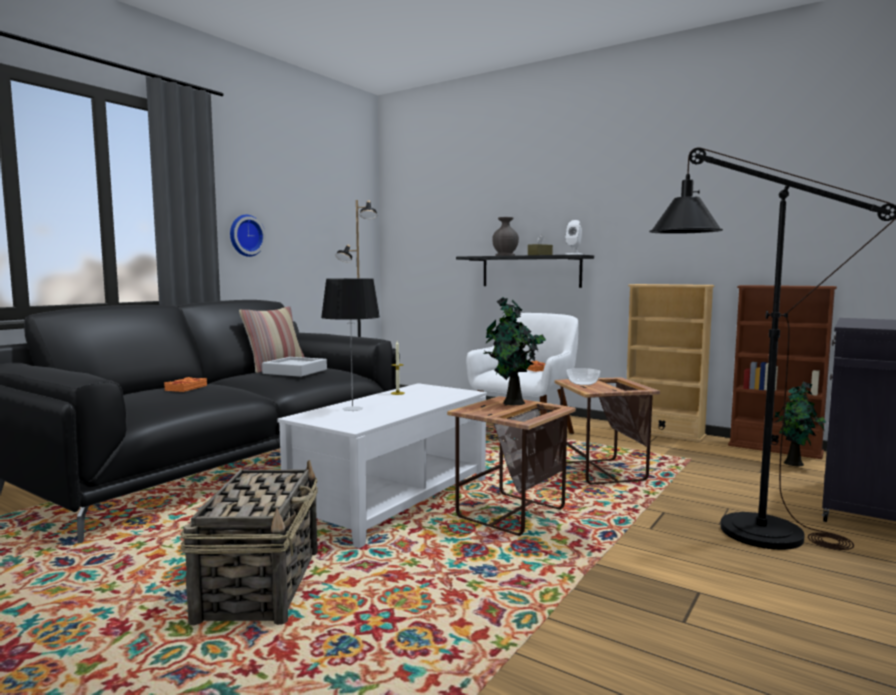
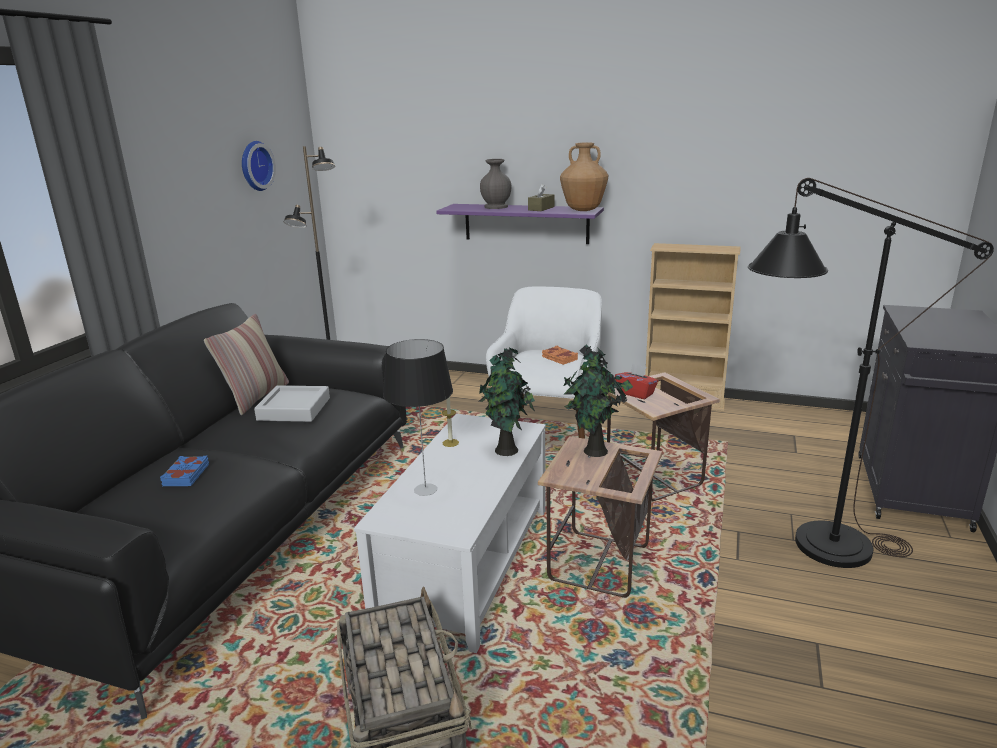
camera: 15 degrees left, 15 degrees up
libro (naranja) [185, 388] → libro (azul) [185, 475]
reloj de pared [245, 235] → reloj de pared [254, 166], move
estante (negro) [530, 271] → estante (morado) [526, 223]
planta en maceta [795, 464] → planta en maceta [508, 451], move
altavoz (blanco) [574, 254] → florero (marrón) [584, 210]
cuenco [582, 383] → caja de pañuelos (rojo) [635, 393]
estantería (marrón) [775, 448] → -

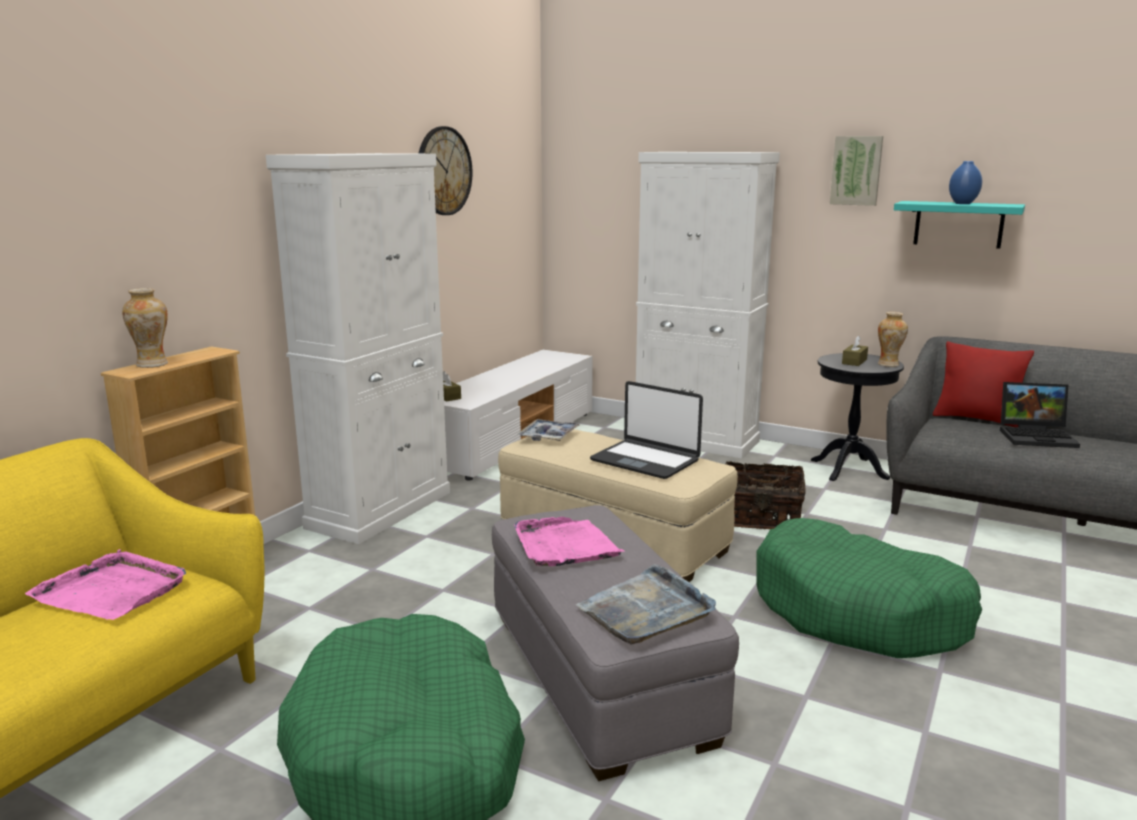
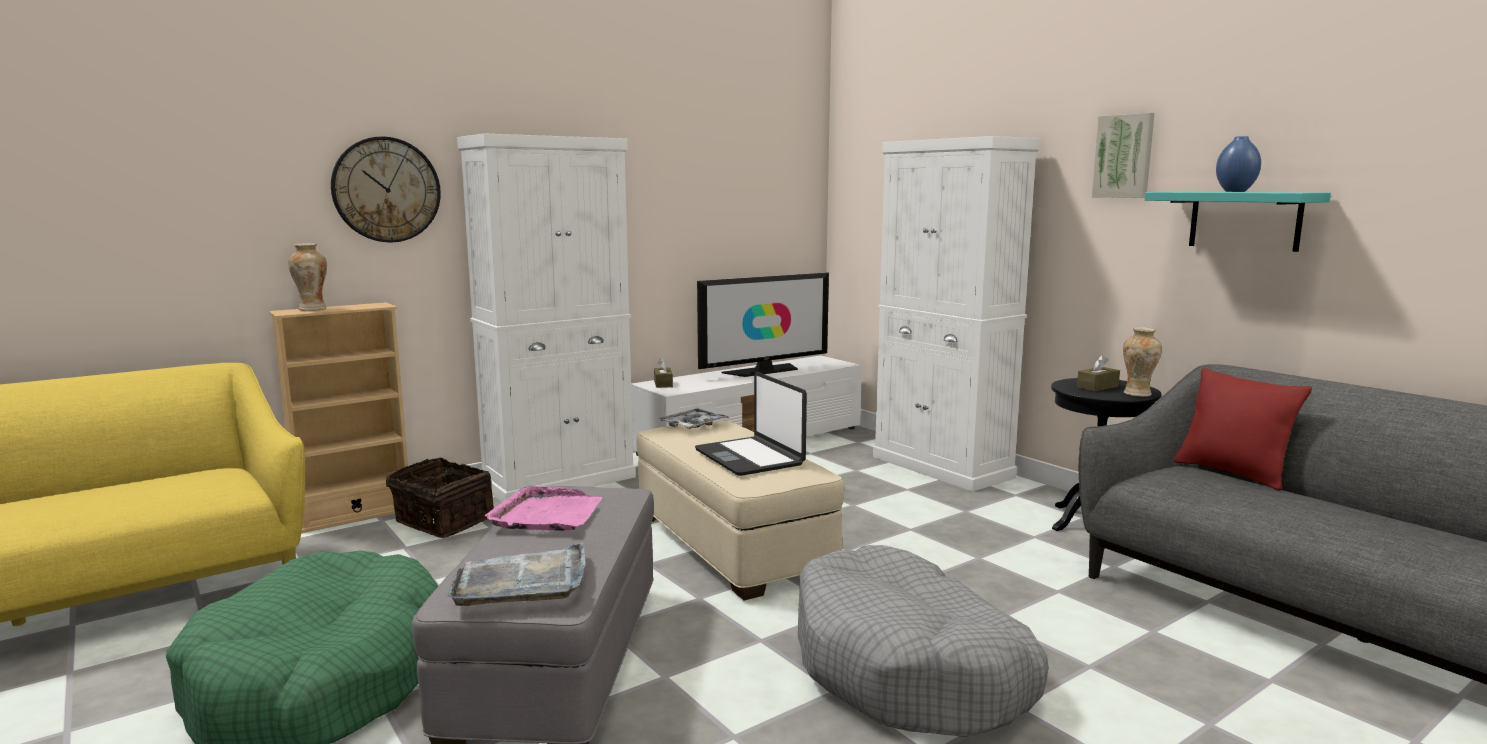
camera: 25 degrees right, 5 degrees down
reloj de pared [443, 171] → reloj de pared [386, 190], move
cesta [761, 518] → cesta [442, 521], move
- → televisor [764, 370]
cama para perro (verde) [859, 612] → cama para perro (gris) [909, 668]
bandeja (rosa) [112, 590] → -
portátil [1037, 436] → -

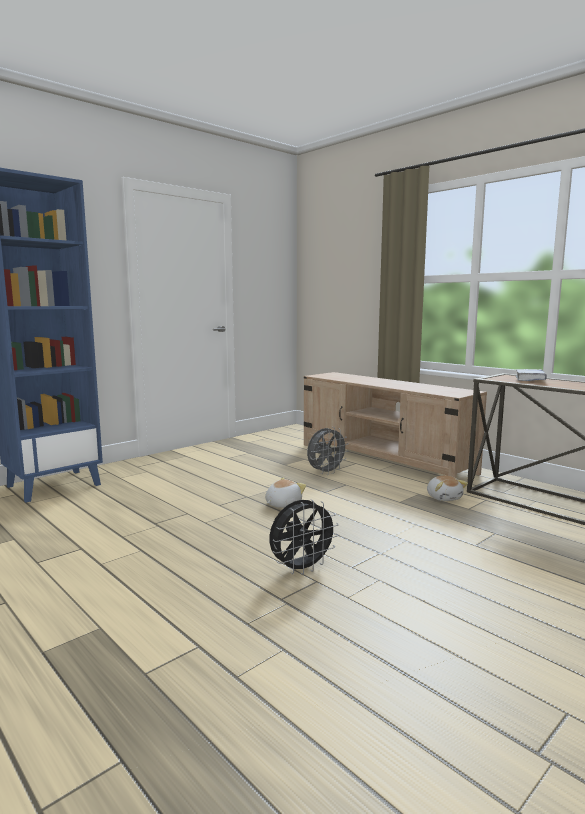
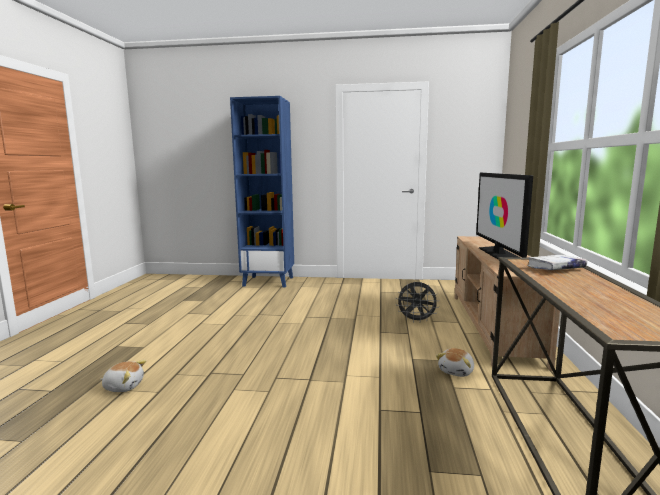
camera: 50 degrees right, 0 degrees up
peluche [282, 504] → peluche [124, 386], move
- → televisor [499, 253]
ventilador (negro) [302, 568] → -

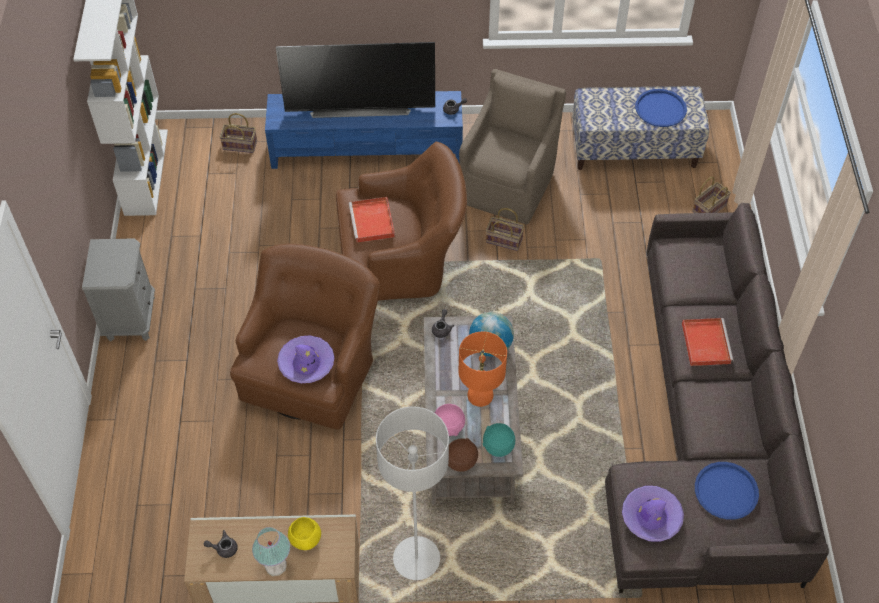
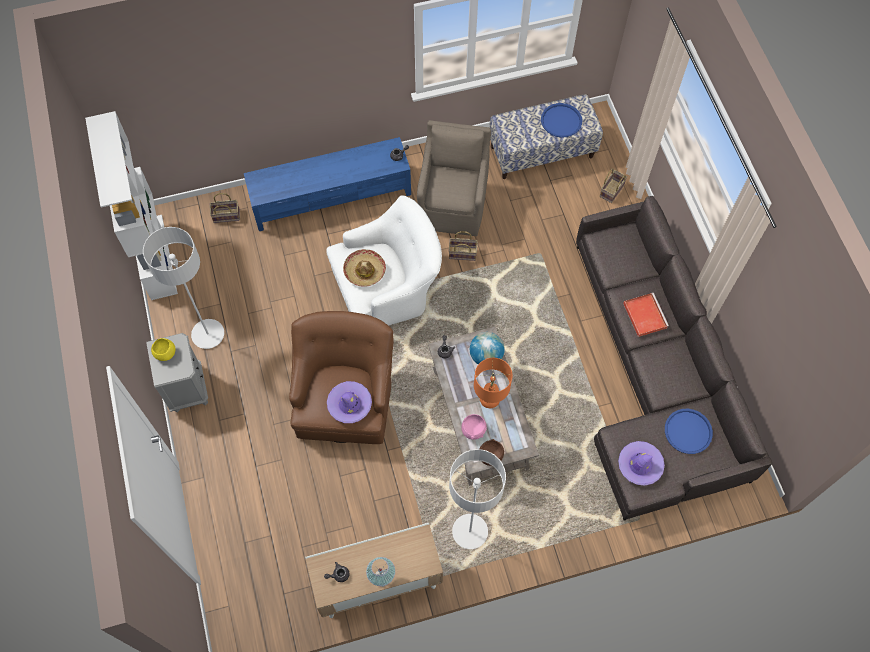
camera: 15 degrees left, 10 degrees up
- → lámpara de pie (gris) [208, 334]
cuenco (amarillo) [305, 539] → cuenco (amarillo) [165, 353], move
sillón (marrón) [402, 259] → sillón (blanco) [388, 287]
bandeja (rojo) [372, 222] → sombrero [364, 271]
televisor [360, 107] → -
cuenco (turquesa) [499, 447] → -

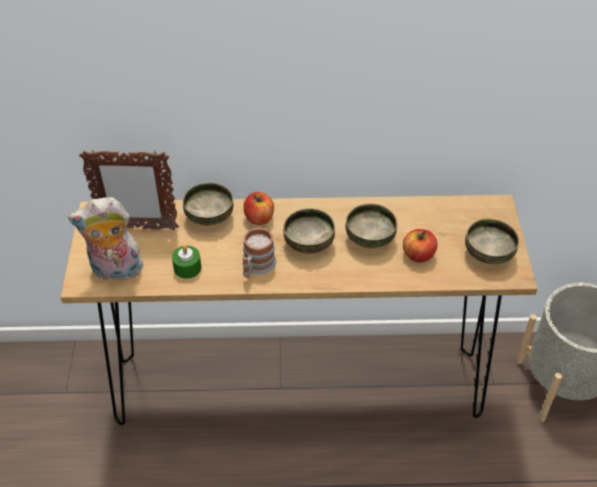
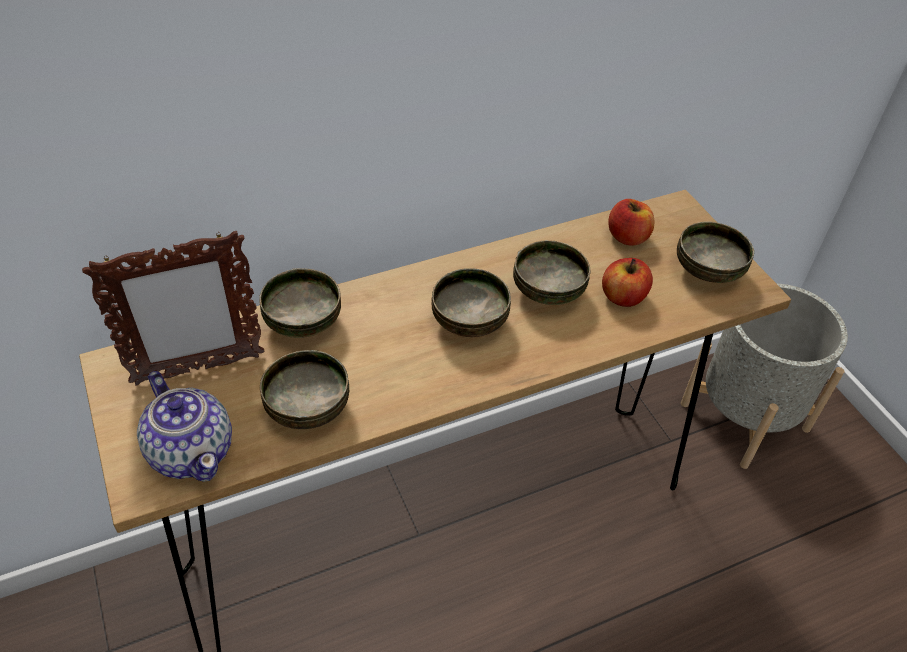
camera: 25 degrees left, 0 degrees up
peluche [115, 271] → tetera [192, 451]
vela (verde) [187, 268] → cuenco [308, 410]
manzana [259, 218] → manzana [627, 237], move
taza grande [256, 266] → -

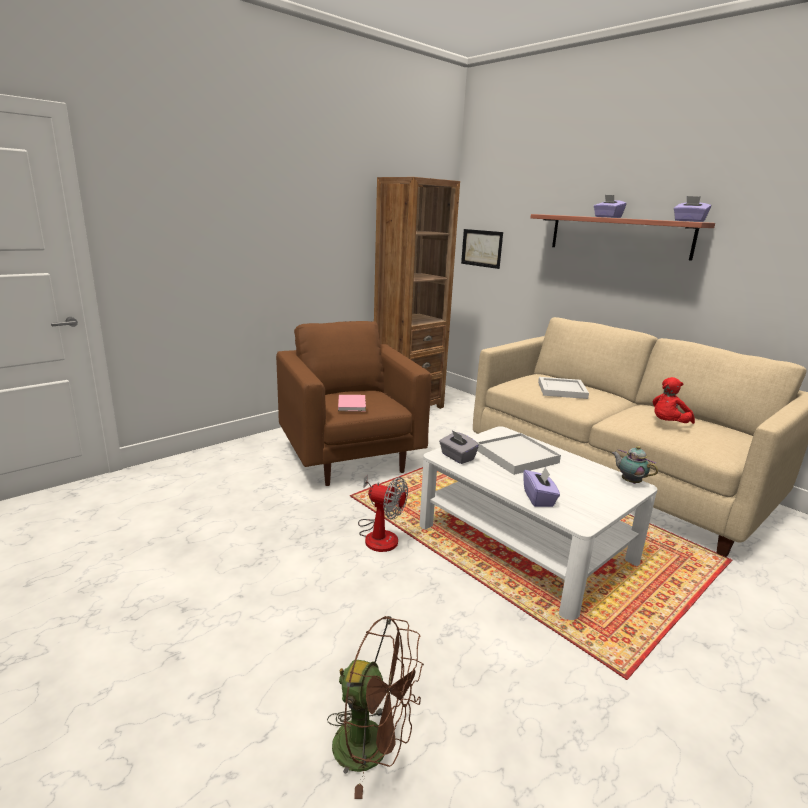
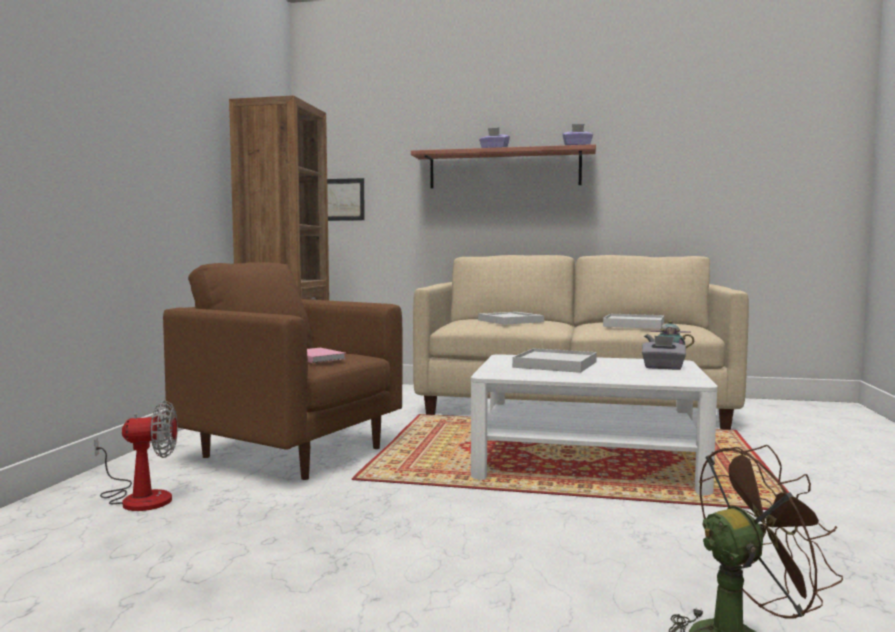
camera: 35 degrees left, 15 degrees down
ventilador [379, 534] → ventilador [139, 498], move
peluche (rojo) [667, 424] → bandeja (blanco) [633, 325]
caja de pañuelos (gris) [457, 457] → caja de pañuelos (gris) [663, 367], move
caja de pañuelos (morado) [539, 498] → -

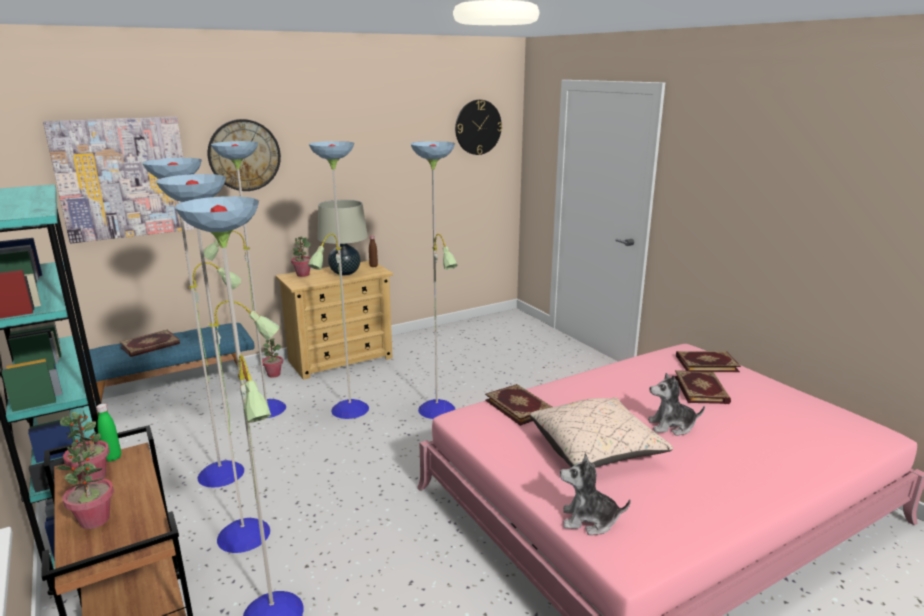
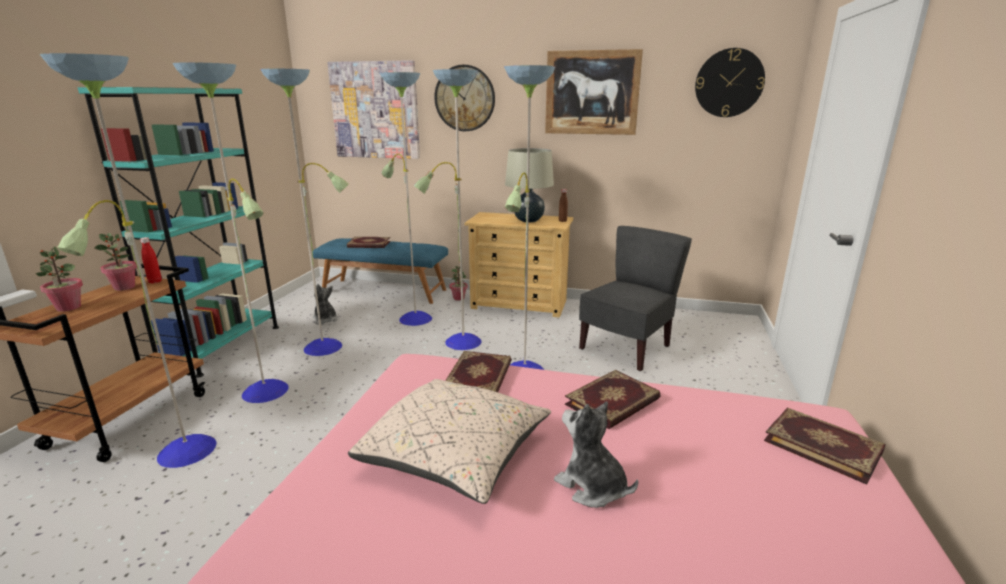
camera: 45 degrees right, 0 degrees up
botella (verde) [113, 457] → botella (rojo) [155, 281]
peluche [589, 520] → peluche [325, 320], move
- → cuadro [592, 93]
libro [702, 389] → libro [613, 402], move
- → silla (gris) [626, 348]
planta en maceta [303, 274] → -

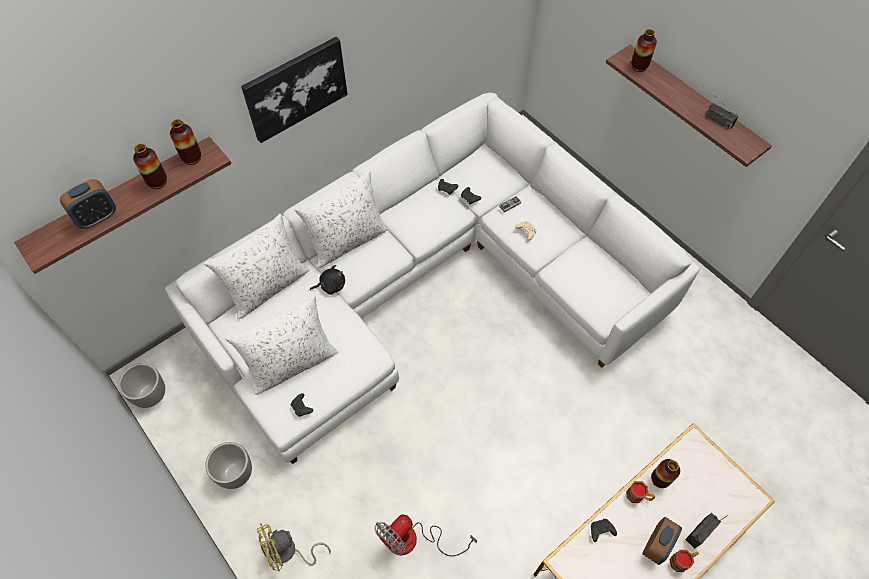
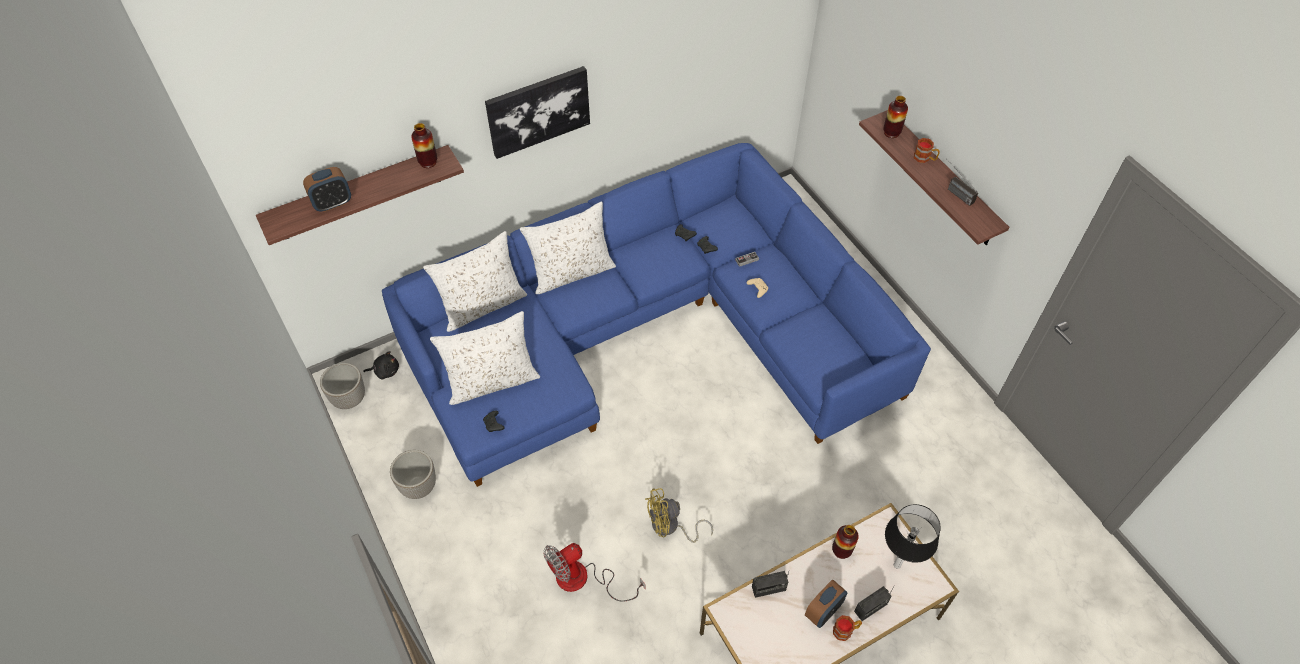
camera: 10 degrees right, 5 degrees down
peluche (negro) [331, 285] → peluche (negro) [385, 371], move
sofá (blanco) [427, 284] → sofá (azul) [650, 333]
ventilador (amarillo) [288, 552] → ventilador (amarillo) [670, 527], move
mando de consola (negro) [600, 531] → radio [768, 588]
- → lámpara de mesa [897, 565]
taza grande [638, 496] → taza grande [925, 158], move
florero [157, 182] → -

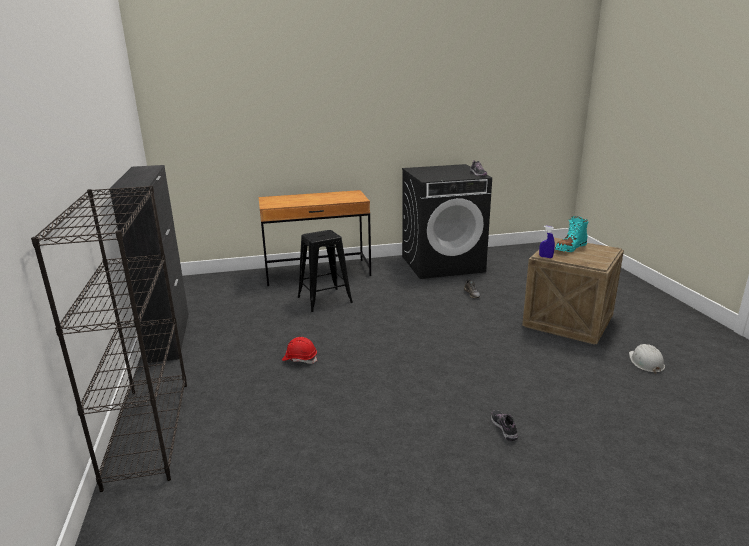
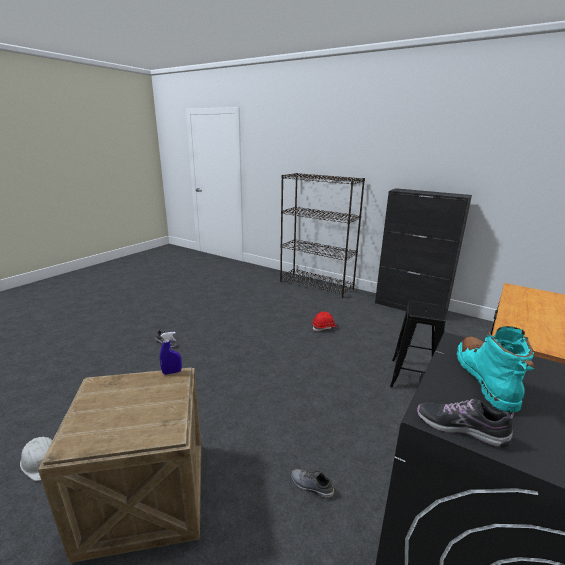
camera: 135 degrees right, 0 degrees up
bota (turquesa) [570, 248] → bota (turquesa) [485, 379], move

